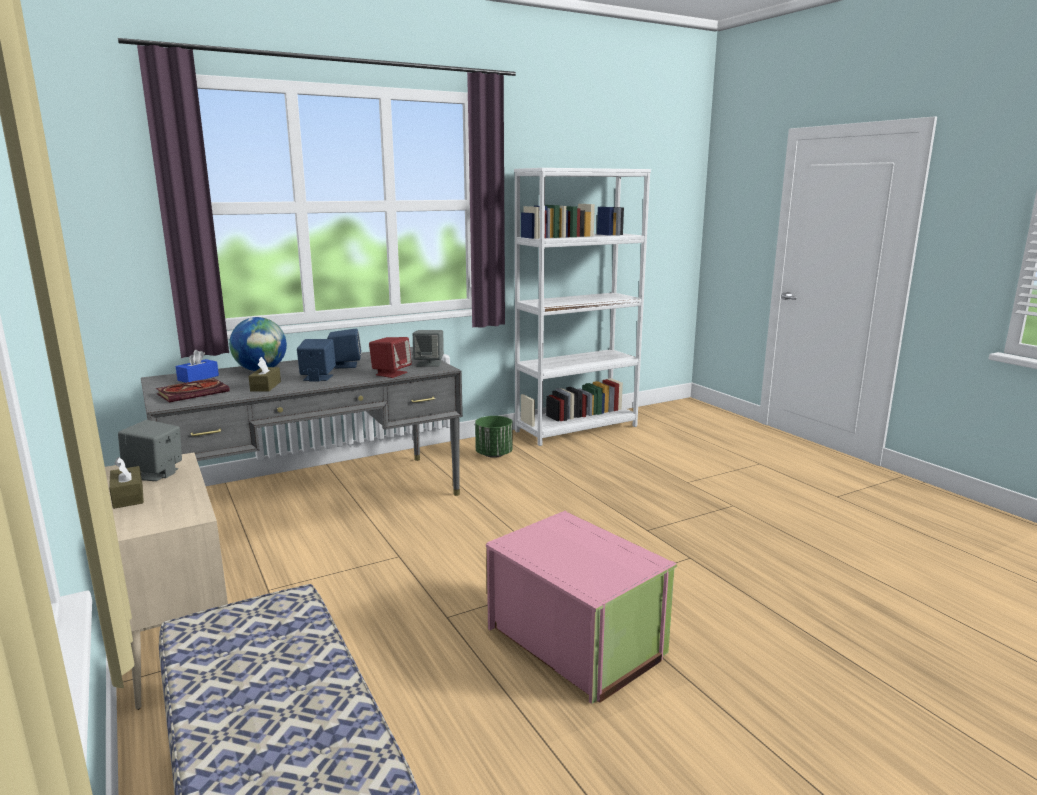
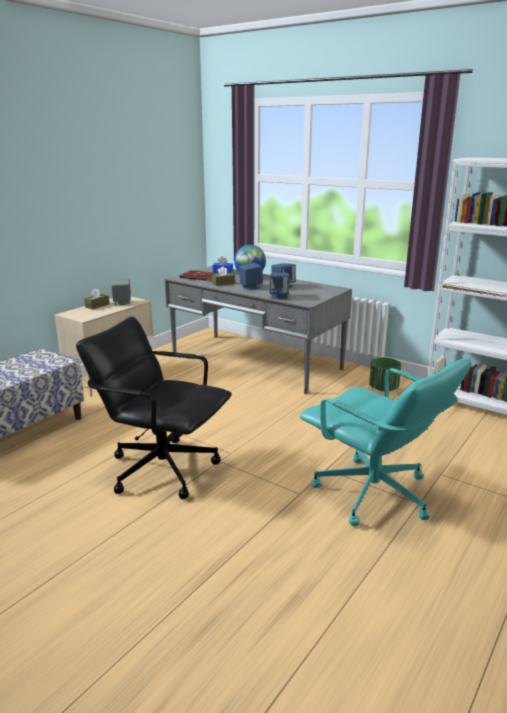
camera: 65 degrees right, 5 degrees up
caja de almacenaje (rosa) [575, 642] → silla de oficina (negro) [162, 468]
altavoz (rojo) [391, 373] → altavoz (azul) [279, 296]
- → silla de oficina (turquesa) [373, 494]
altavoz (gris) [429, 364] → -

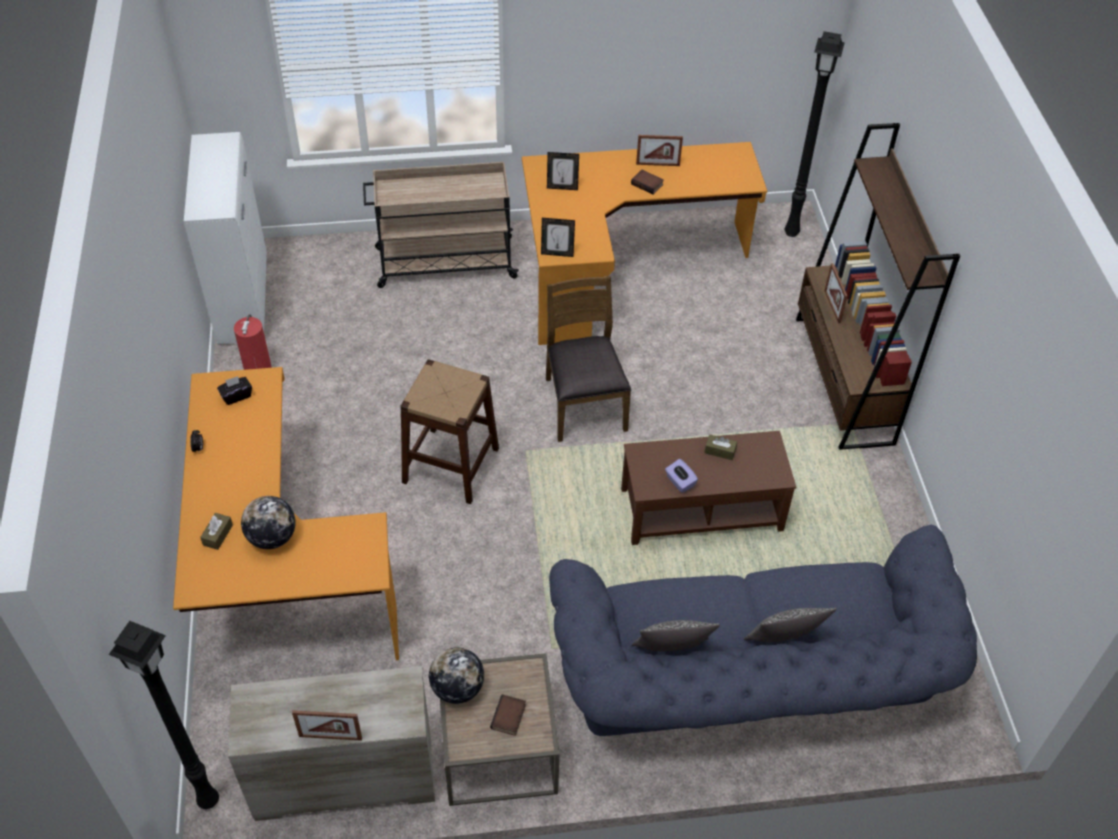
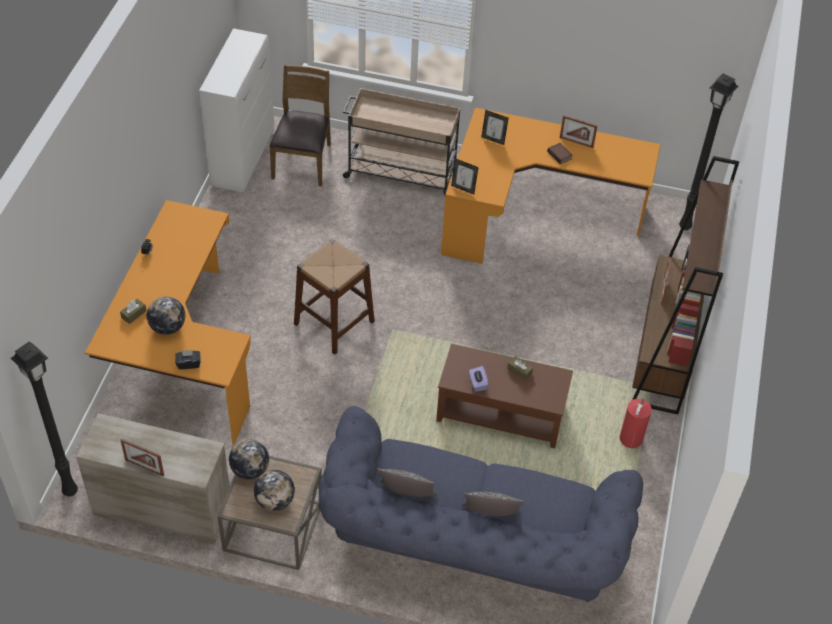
camera: 20 degrees right, 0 degrees up
caja de pañuelos (negro) [236, 396] → caja de pañuelos (negro) [188, 364], move
libro [509, 717] → globo terráqueo [275, 501]
silla (marrón) [583, 404] → silla (marrón) [303, 161], move
extintor [258, 367] → extintor [631, 438], move

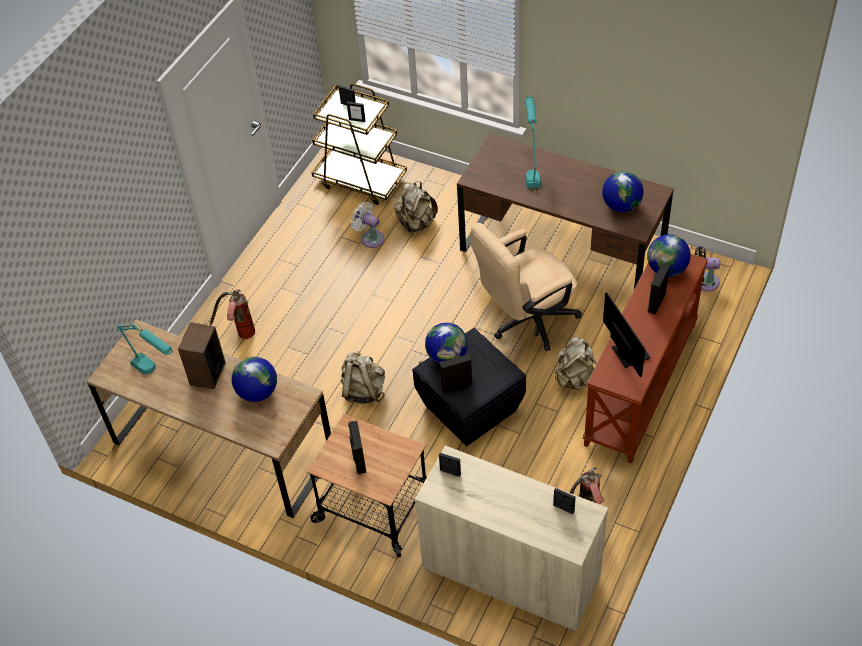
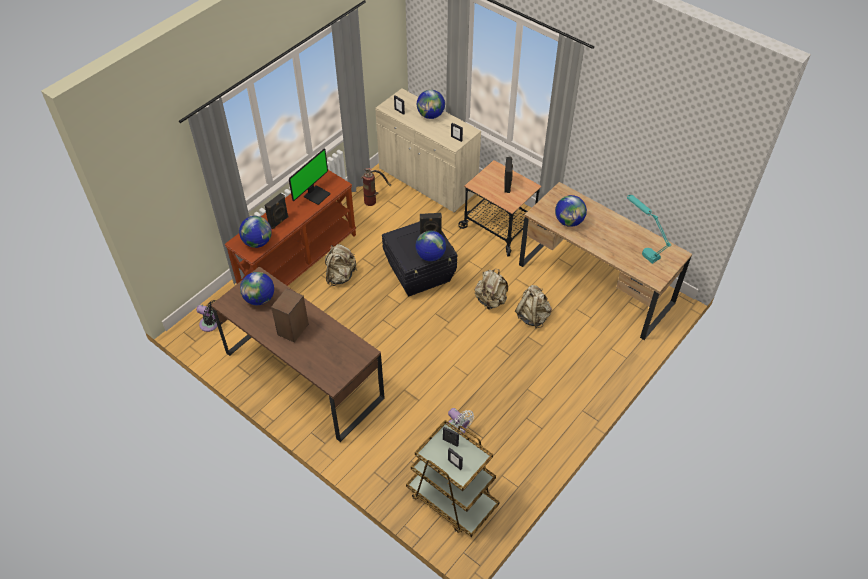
camera: 170 degrees left, 0 degrees up
altavoz [207, 373] → altavoz [293, 329], move
monitor [628, 353] → monitor [316, 194], 135 degrees counterclockwise
- → globo terráqueo [431, 115]
mochila (beis) [416, 223] → mochila (beis) [533, 316], move
extintor [239, 334] → -
silla de oficina (beis) [526, 321] → -
lámpara de mesa (turquesa) [532, 169] → -

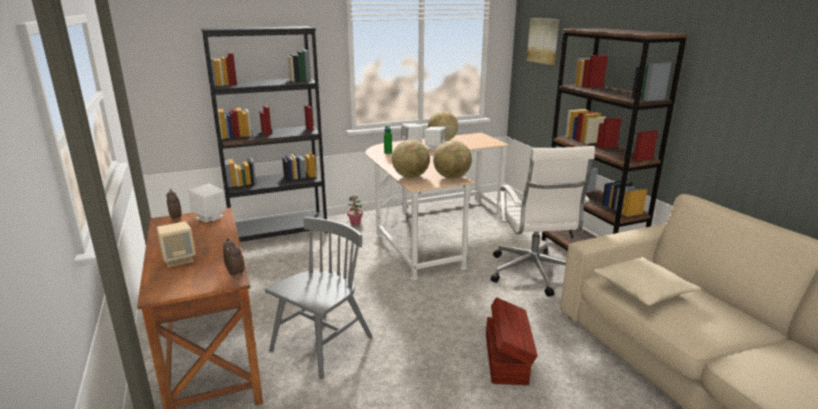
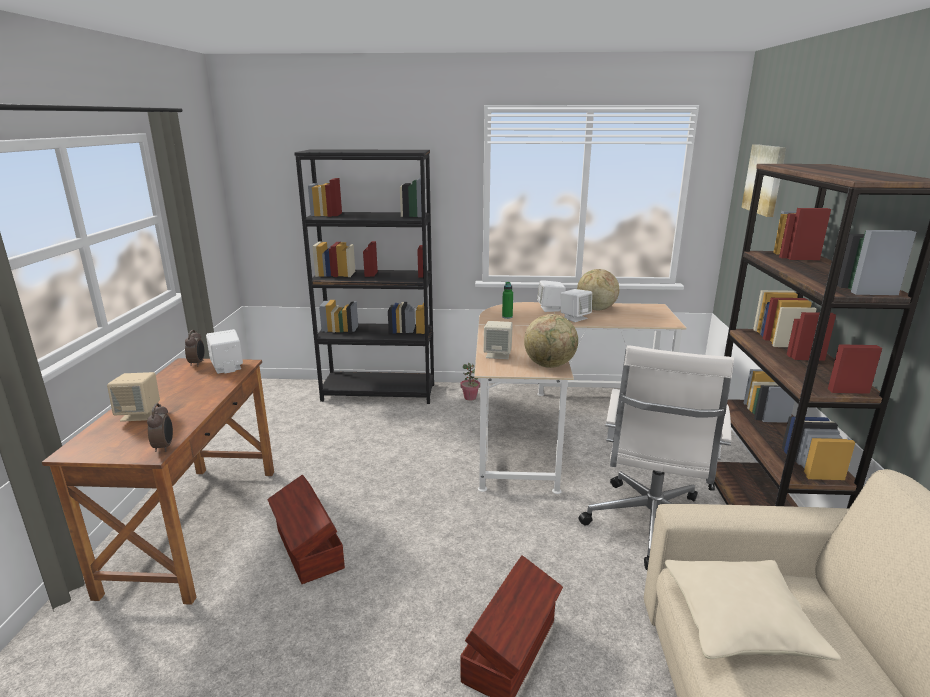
camera: 25 degrees right, 0 degrees up
silla (gris) [321, 345] → caja de almacenaje (marrón) [308, 549]
globo terráqueo [411, 176] → altavoz (beis) [498, 355]

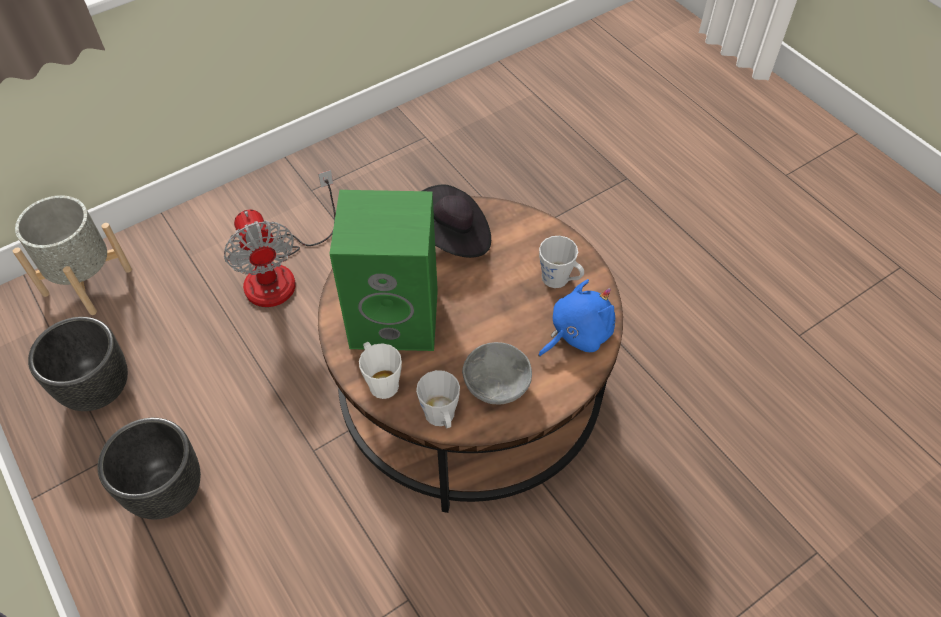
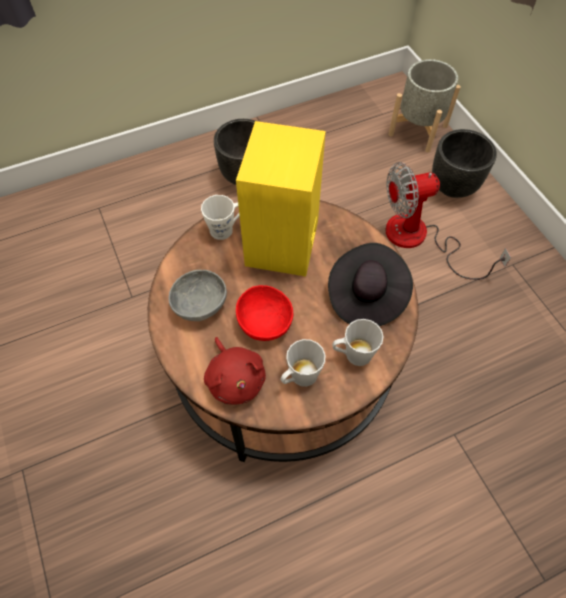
camera: 100 degrees right, 5 degrees up
peluche (azul) [577, 333] → peluche (rojo) [235, 378]
altavoz (verde) [397, 317] → altavoz (amarillo) [283, 245]
- → cuenco (rojo) [265, 321]
taza grande (gris) [441, 418] → taza grande (gris) [353, 354], move
maceta (negro) [98, 389] → maceta (negro) [452, 186], move

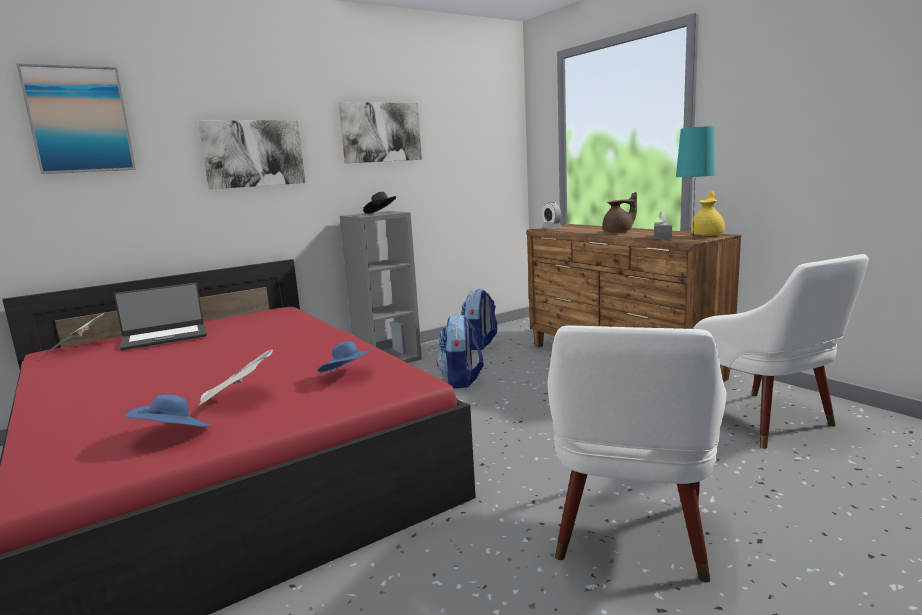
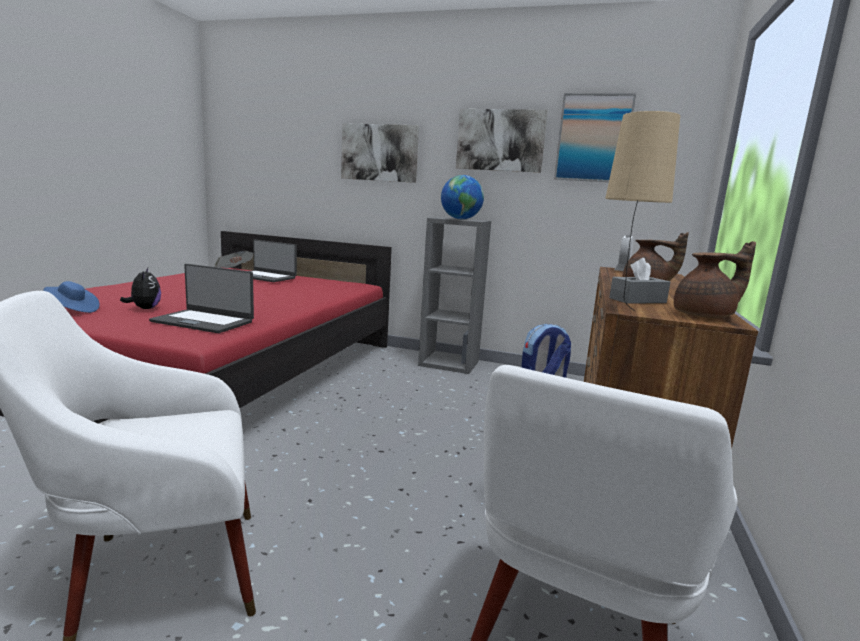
camera: 50 degrees right, 0 degrees up
periódico [236, 398] → peluche [145, 308]
sombrero (azul) [348, 374] → portátil [203, 321]
sombrero (negro) [381, 213] → globo terráqueo [460, 219]
cuadro [79, 120] → cuadro [593, 138], move
lámpara de mesa (turquesa) [693, 241] → lámpara de mesa (beis) [620, 311]
tetera (amarillo) [708, 235] → tetera (marrón) [706, 316]
mochila [461, 380] → -

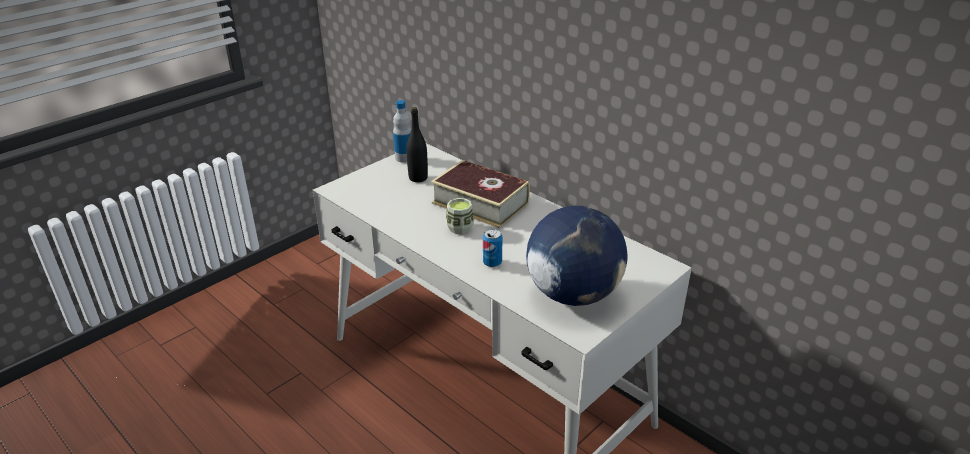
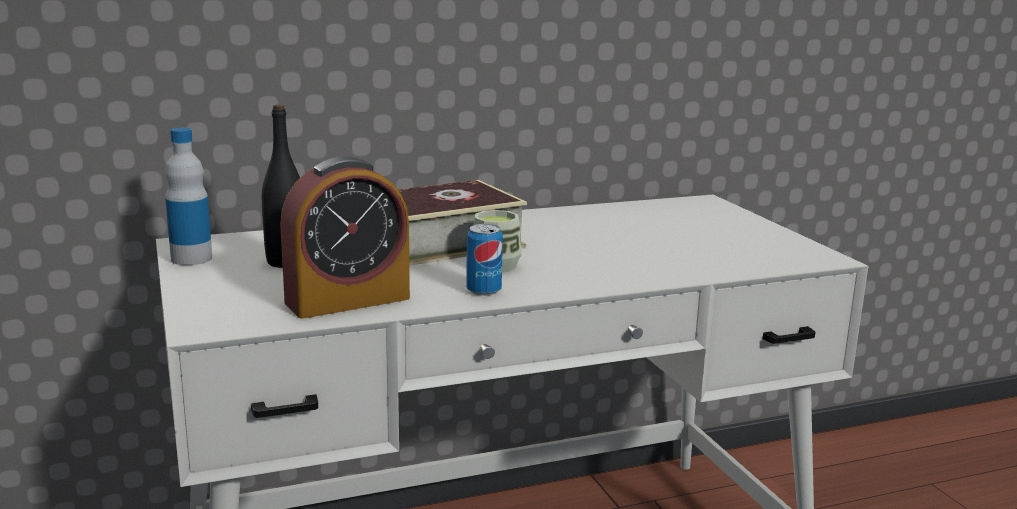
camera: 65 degrees left, 15 degrees down
- → despertador [347, 300]
lata [492, 262] → lata [483, 290], move
globo terráqueo [573, 294] → -

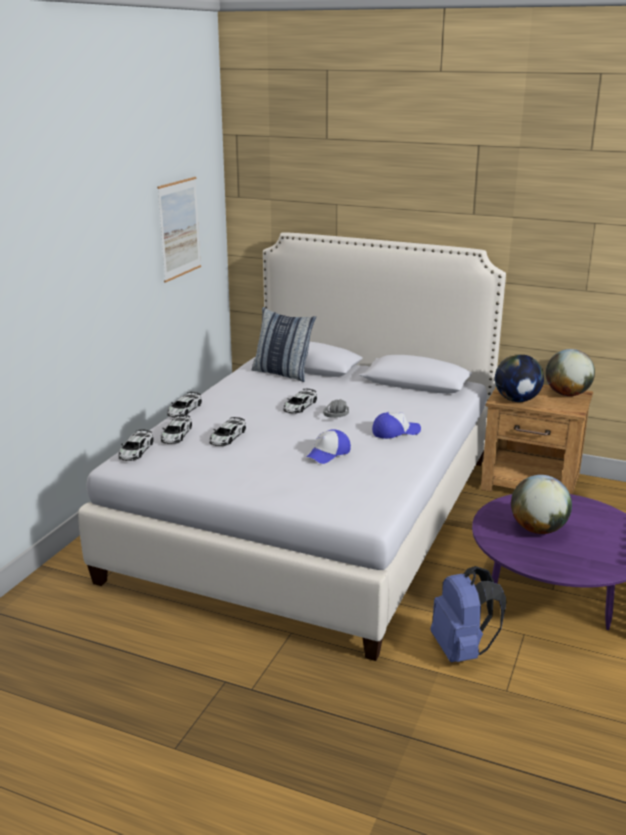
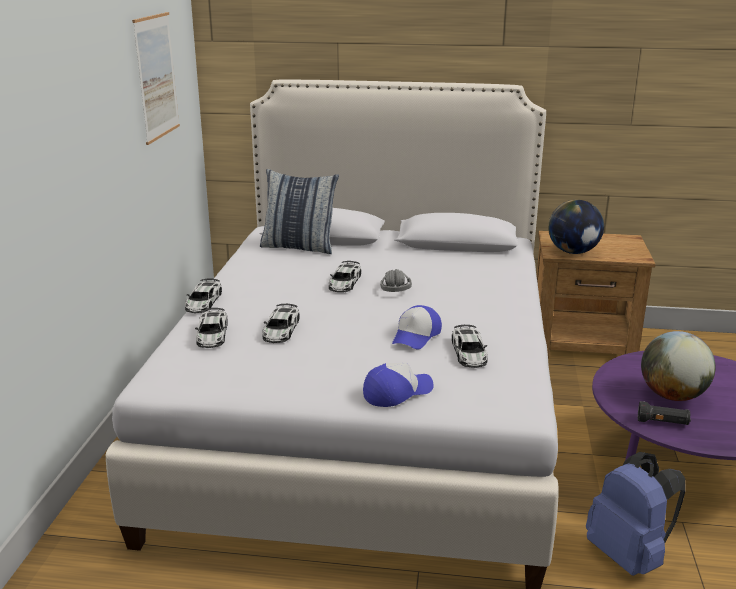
camera: 15 degrees left, 0 degrees up
gorra [395, 432] → gorra [397, 392], move
coche de juguete [136, 450] → coche de juguete [469, 353], move
- → linterna (negro) [662, 423]
globo terráqueo [567, 394] → -

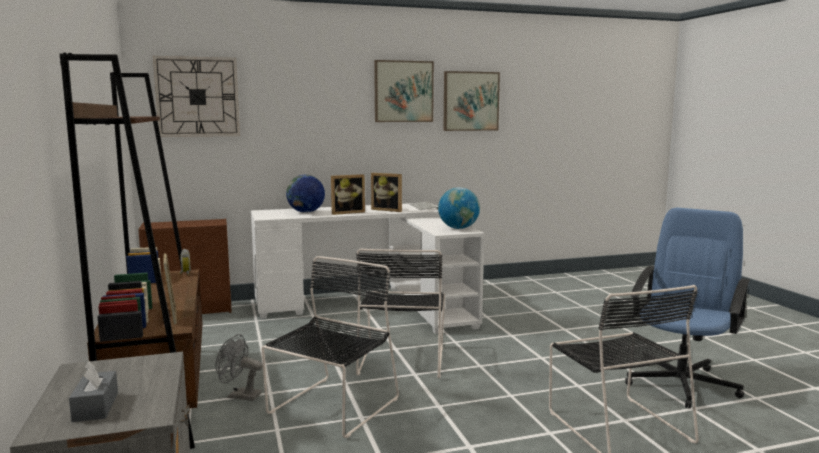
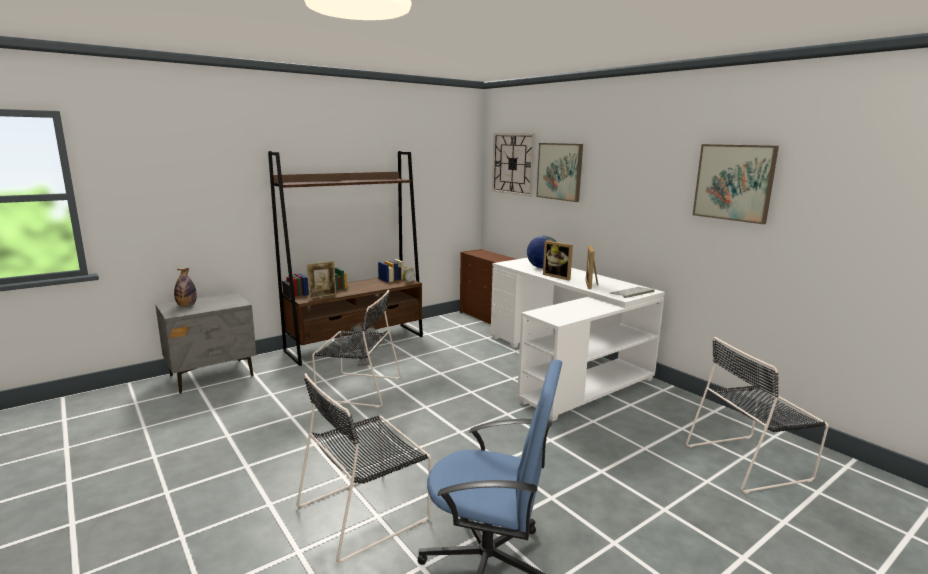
camera: 70 degrees right, 5 degrees up
caja de pañuelos (gris) [95, 407] → botella [186, 305]
cuadro [403, 91] → cuadro [560, 171], move
silla (negro) [402, 359] → silla (negro) [750, 462], move
globo terráqueo [458, 228] → -

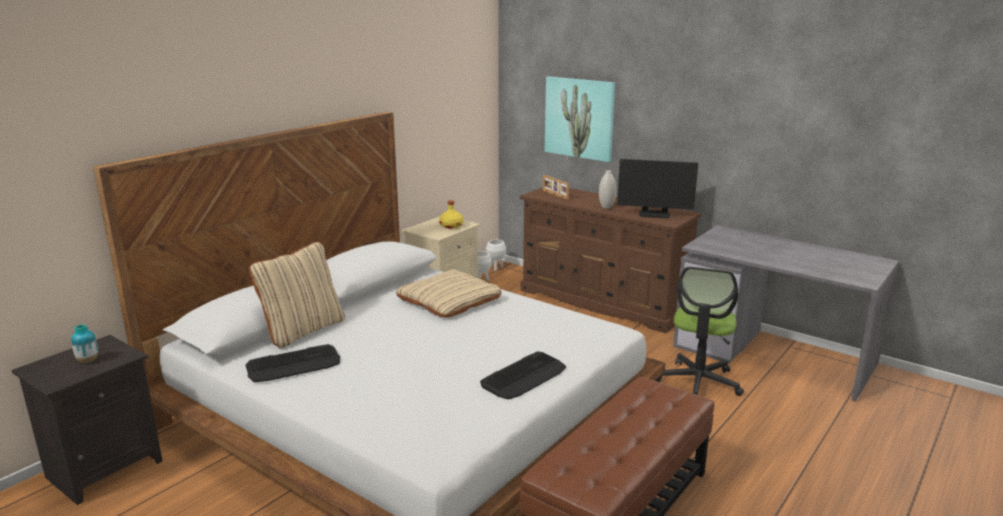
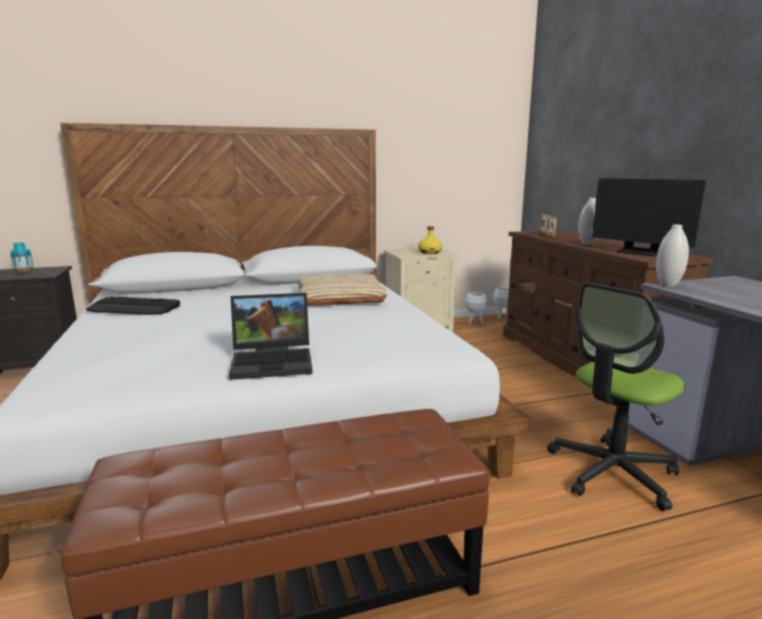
camera: 35 degrees right, 5 degrees down
teclado [524, 376] → portátil [274, 361]
- → florero (blanco) [667, 285]
cojín (beis) [303, 330] → -
cuadro [579, 118] → -

